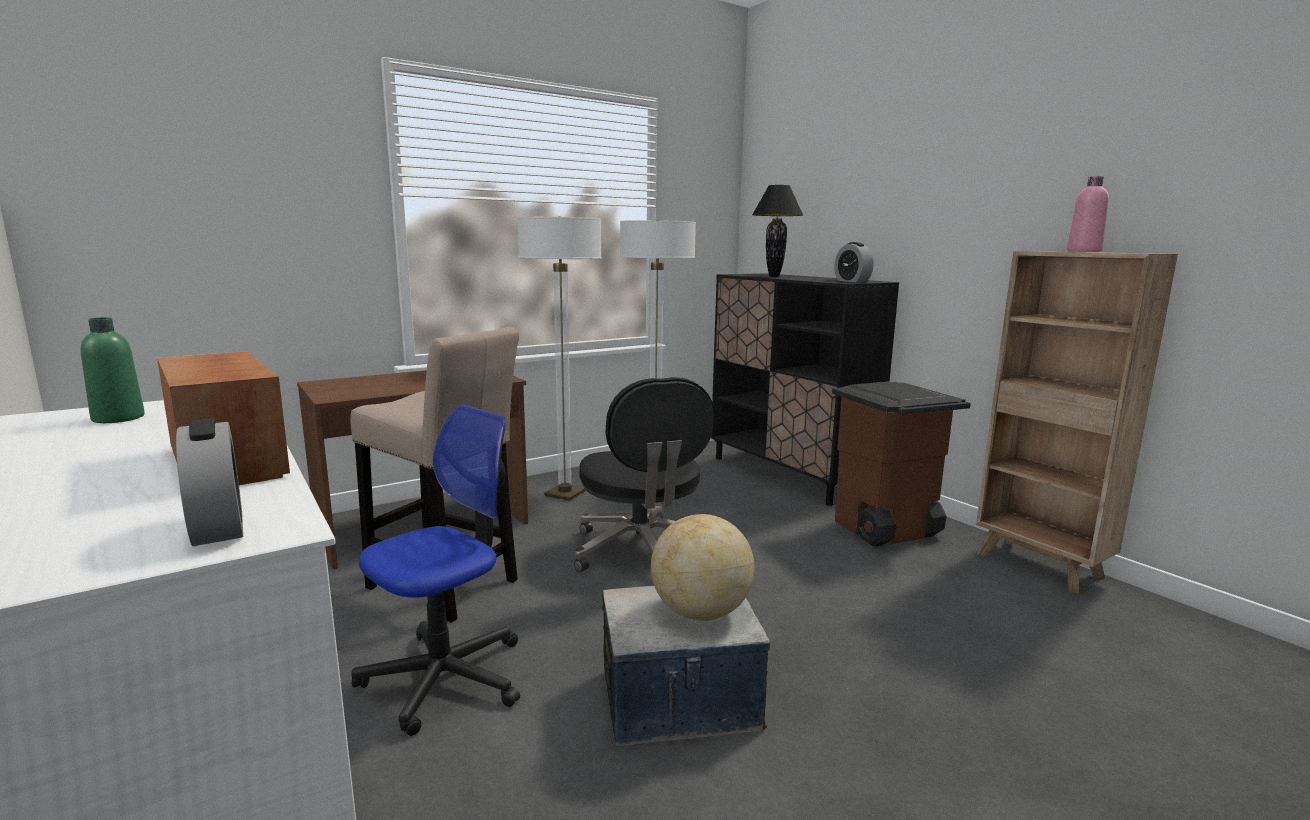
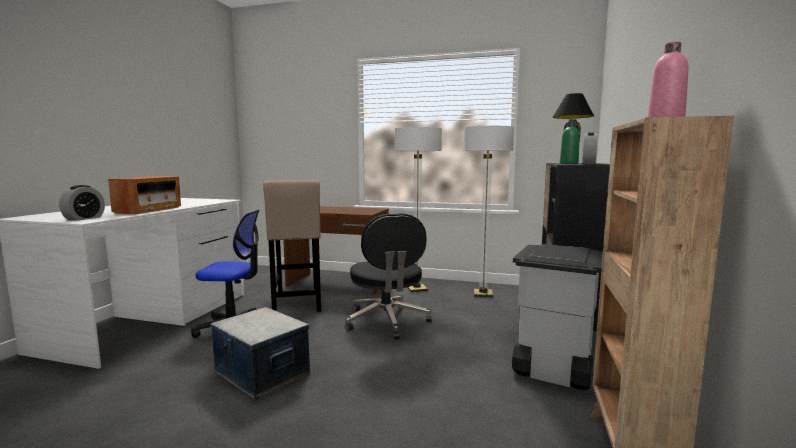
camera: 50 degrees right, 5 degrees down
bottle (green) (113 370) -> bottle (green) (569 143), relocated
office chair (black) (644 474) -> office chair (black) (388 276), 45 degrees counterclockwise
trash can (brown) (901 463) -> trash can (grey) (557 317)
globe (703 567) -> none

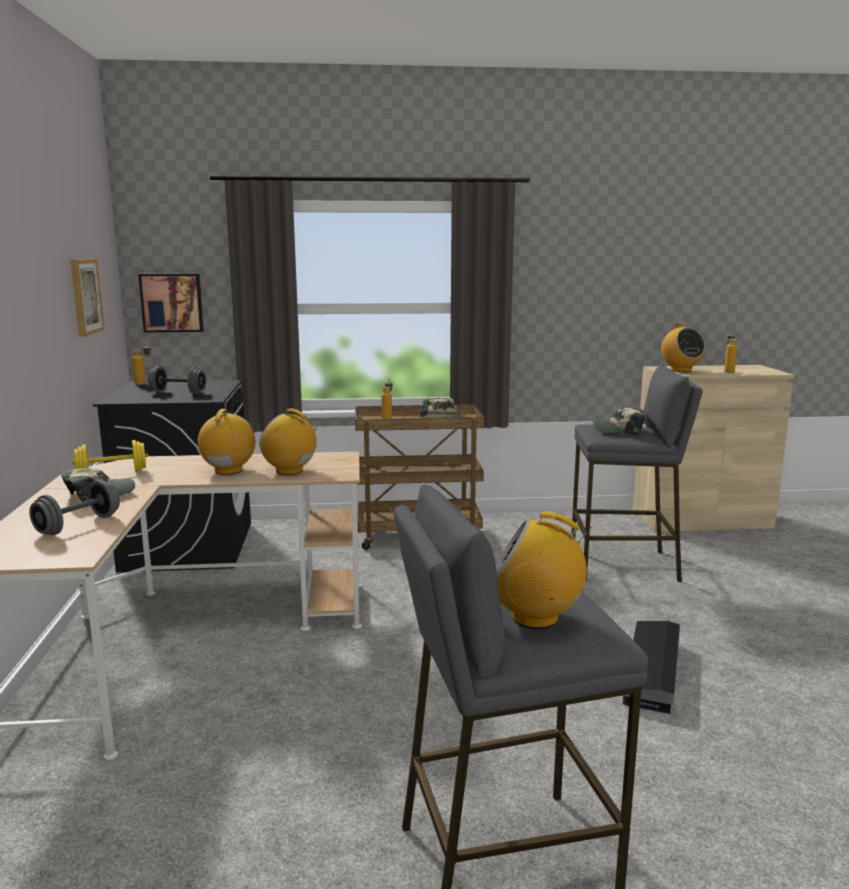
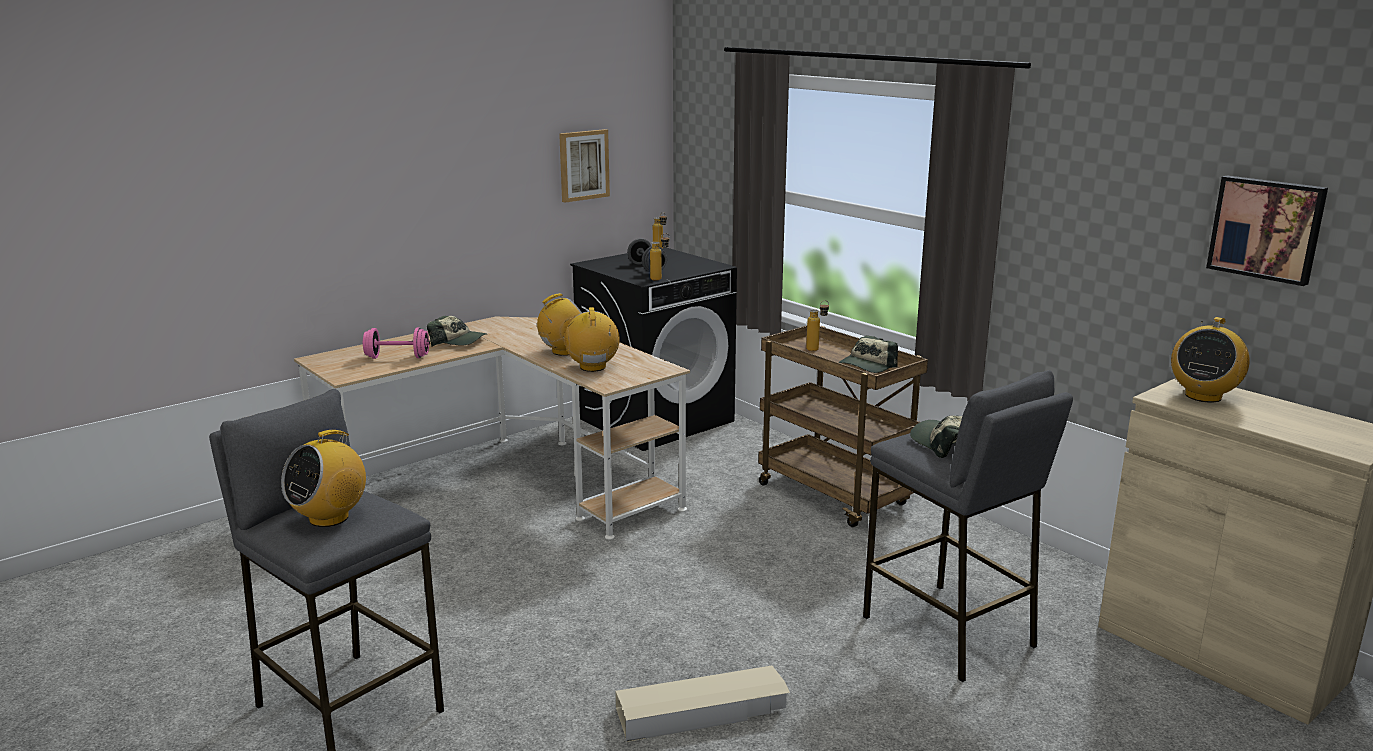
camera: 55 degrees right, 5 degrees up
picture (171 303) -> picture (1267 231), relocated
bottle (730 352) -> bottle (660 257), relocated
dumbbell (yellow) (110 456) -> none
dumbbell (grey) (74 507) -> dumbbell (pink) (396 343)
radio (544 570) -> radio (323 478), 120 degrees counterclockwise
storage box (black) (651 668) -> storage box (beige) (702 703)

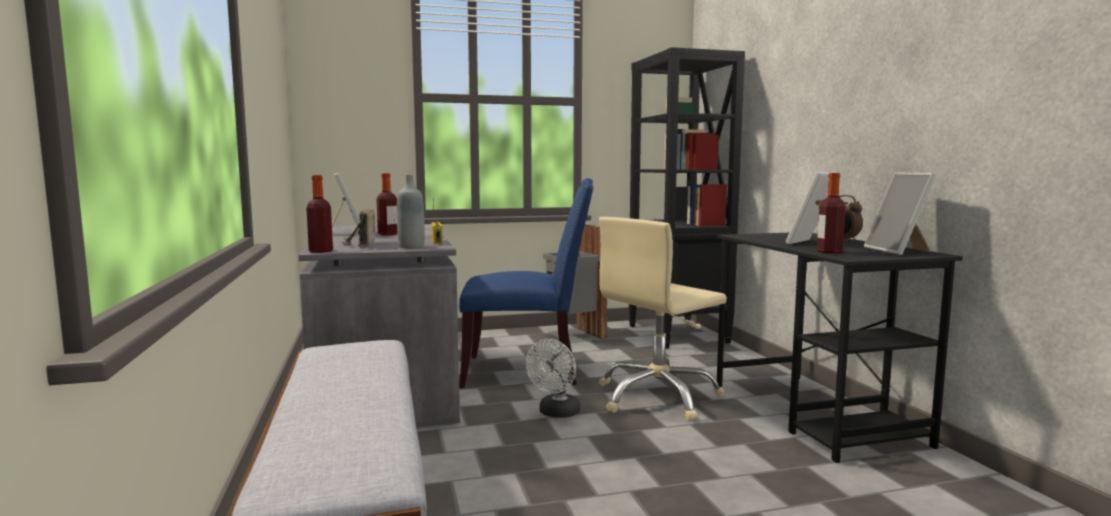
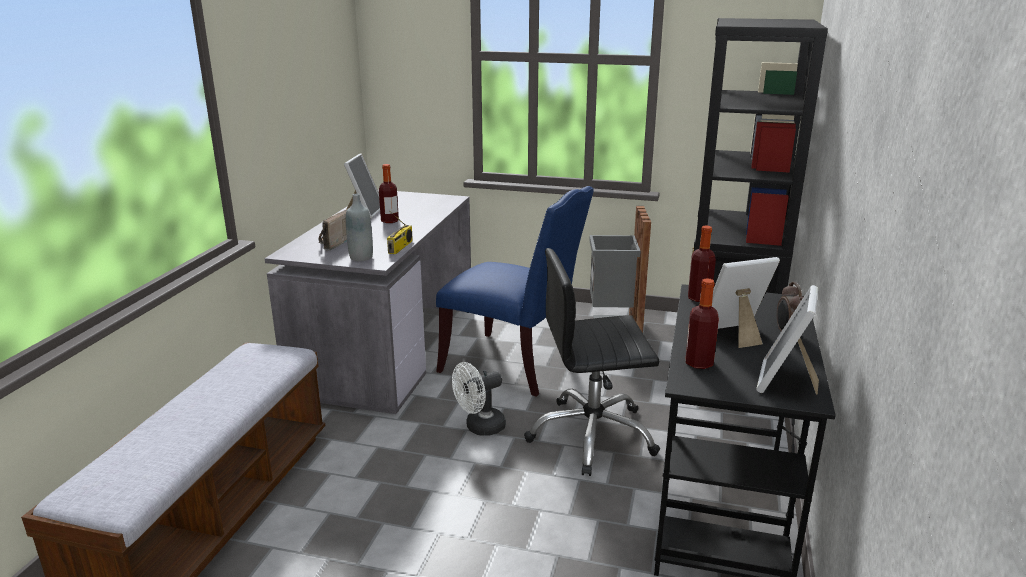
camera: 30 degrees right, 15 degrees up
bottle (319 214) -> bottle (702 264), relocated
office chair (beige) (663 319) -> office chair (black) (592 362)

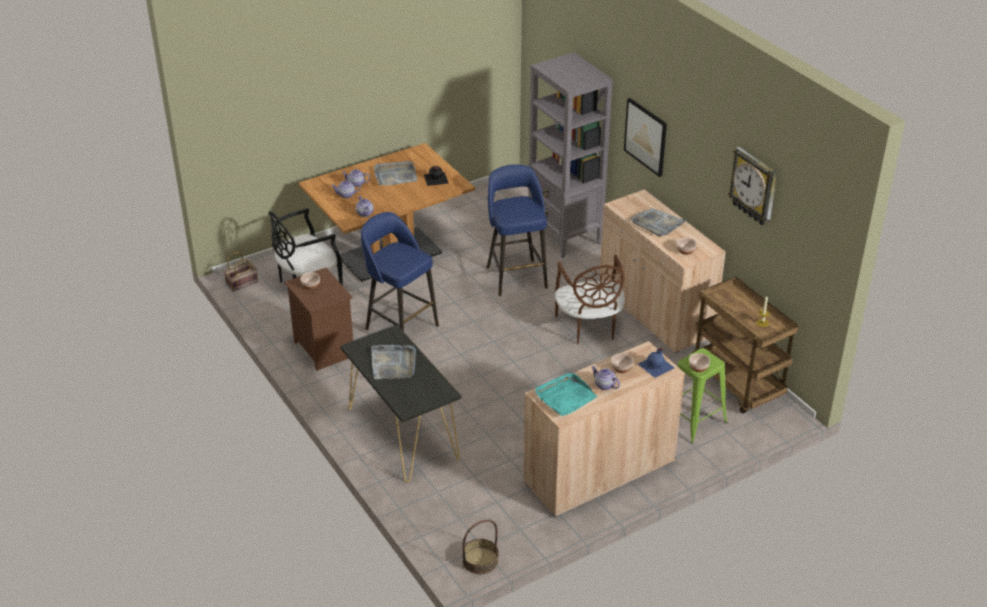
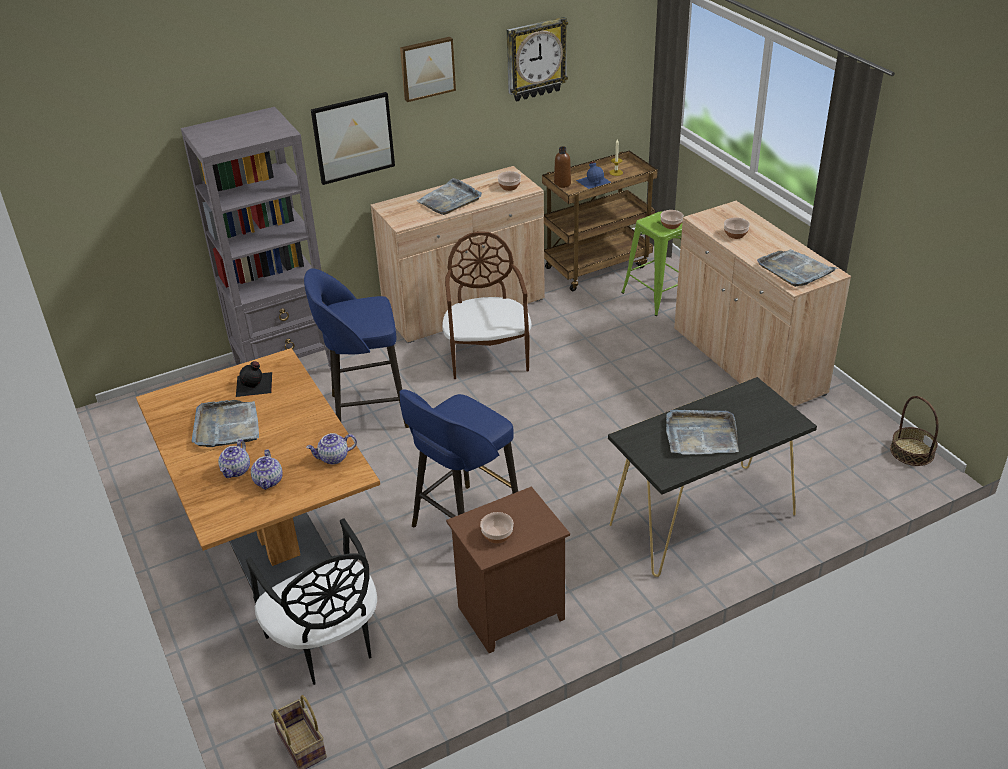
camera: 85 degrees left, 0 degrees up
chair (brown) (590 299) -> chair (brown) (487 305), 90 degrees counterclockwise
bottle (blue) (656 363) -> bottle (blue) (593 175), relocated
teapot (605 378) -> none
tray (turquoise) (566 394) -> tray (grey) (797 268)
none -> picture (428 69)
none -> bottle (brown) (562 167)

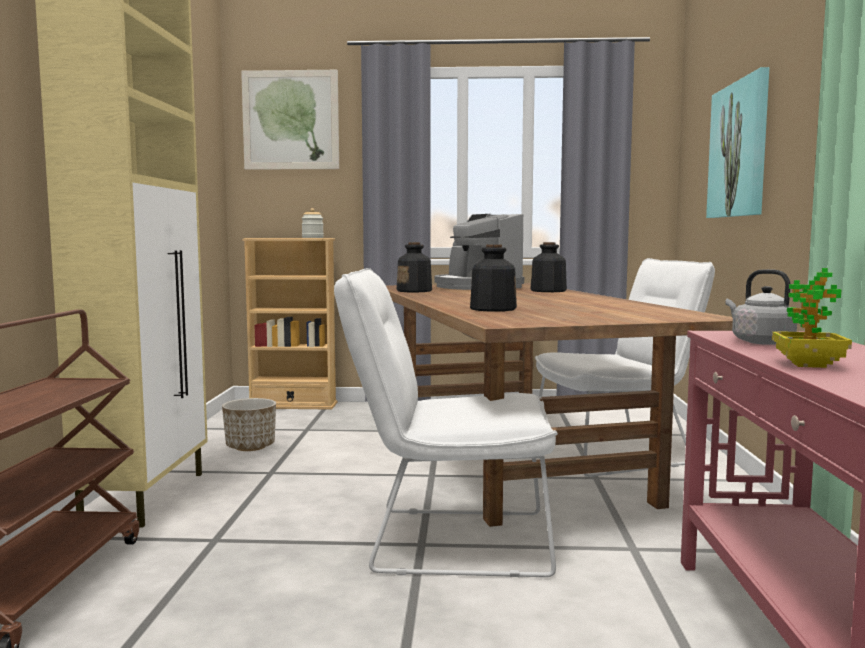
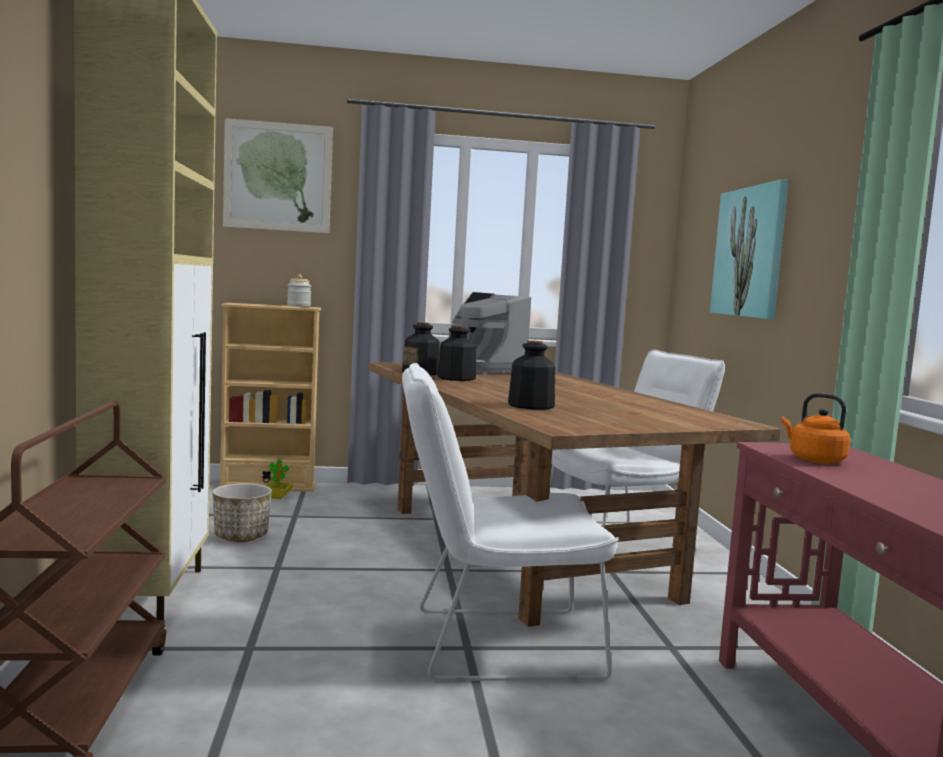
camera: 10 degrees left, 0 degrees up
bottle (548 267) -> bottle (456 353), relocated
potted plant (812 318) -> potted plant (279 479), relocated
kettle (grey) (761 307) -> kettle (orange) (815 428)

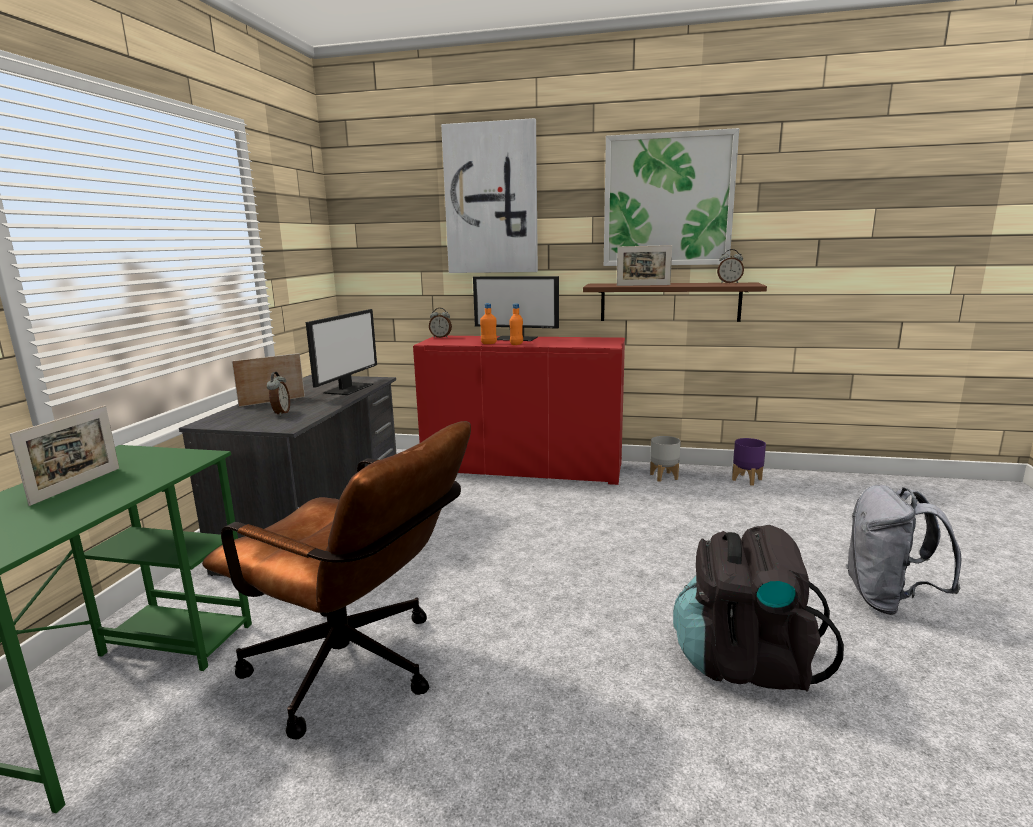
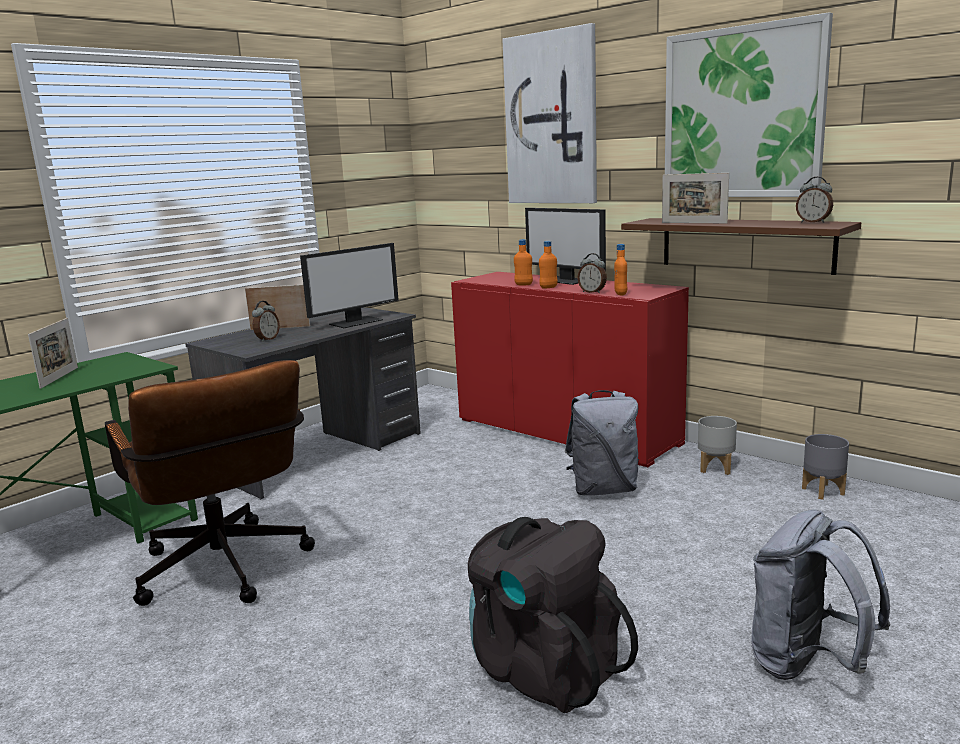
camera: 30 degrees right, 0 degrees up
alarm clock (440 323) -> alarm clock (592 273), relocated
picture frame (64 455) -> picture frame (53 353), 45 degrees counterclockwise
planter (purple) (749 462) -> planter (grey) (825 467)
none -> bottle (orange) (620 269)
none -> backpack (grey) (602 442)

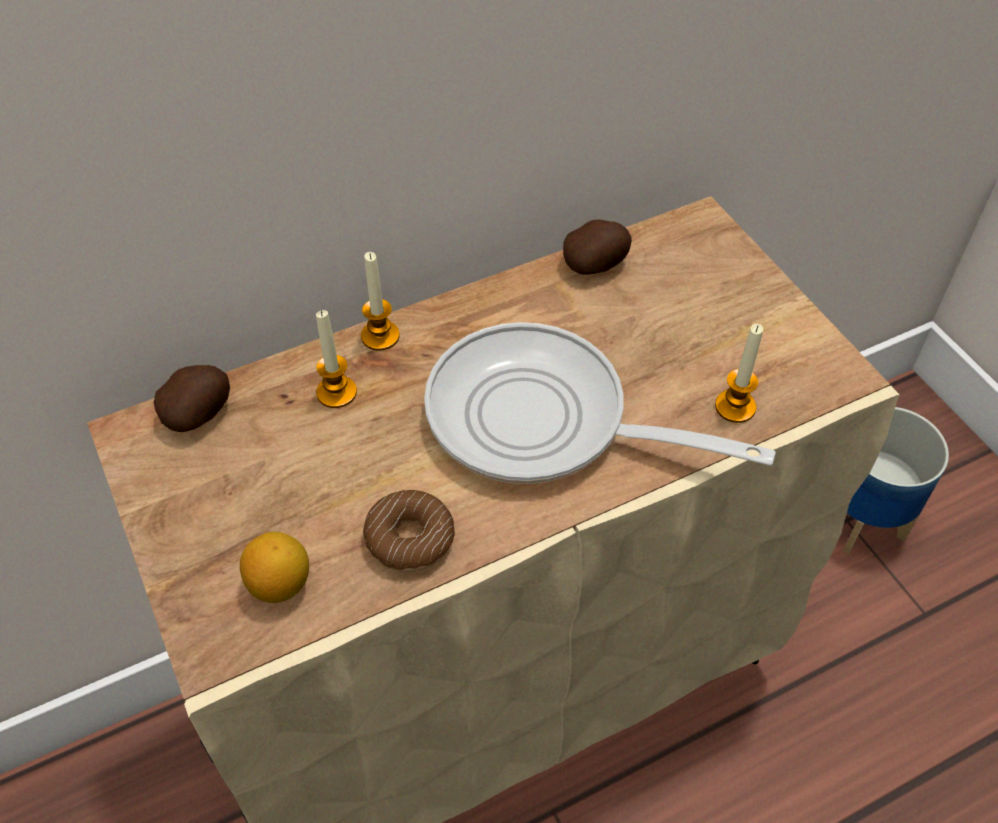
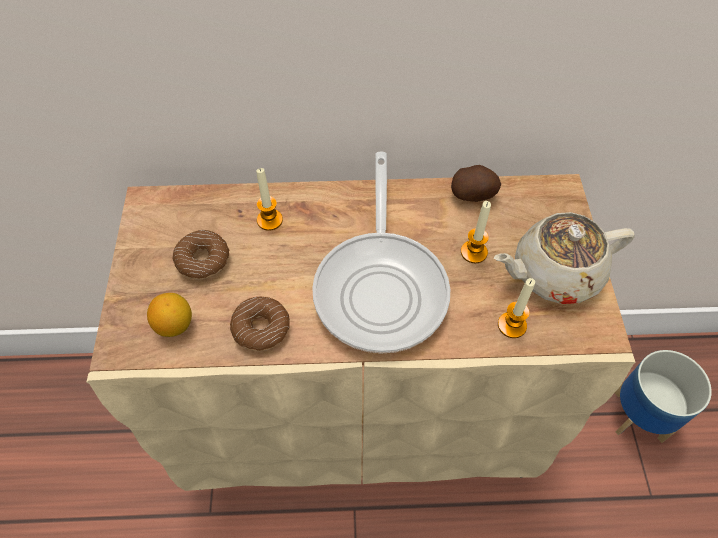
camera: 25 degrees right, 5 degrees up
candle (380 301) -> candle (476 232), relocated
frying pan (600 403) -> frying pan (381 253), 135 degrees counterclockwise
potato (192 398) -> none
none -> teapot (beige) (564 258)
none -> donut (200 255)

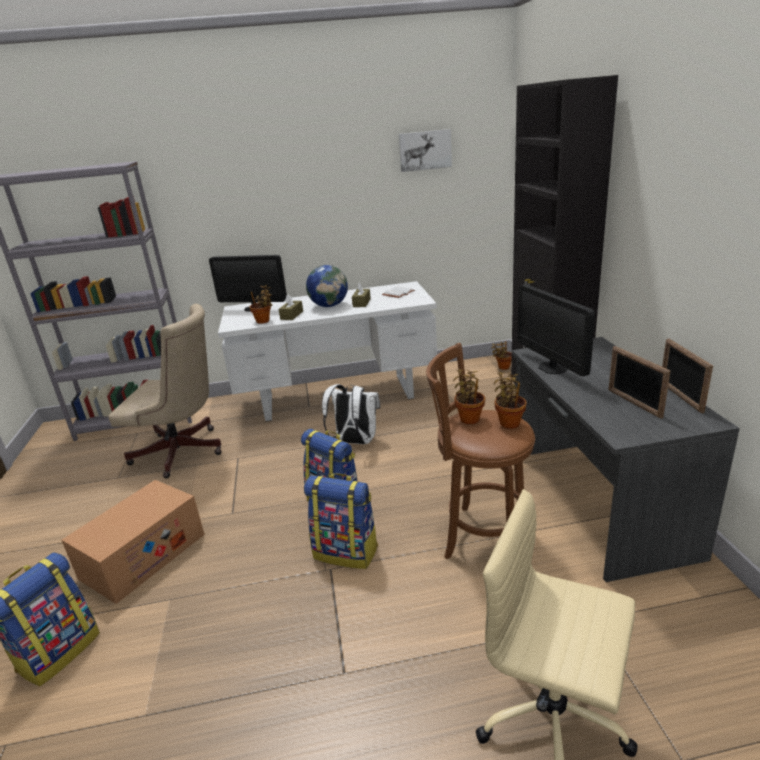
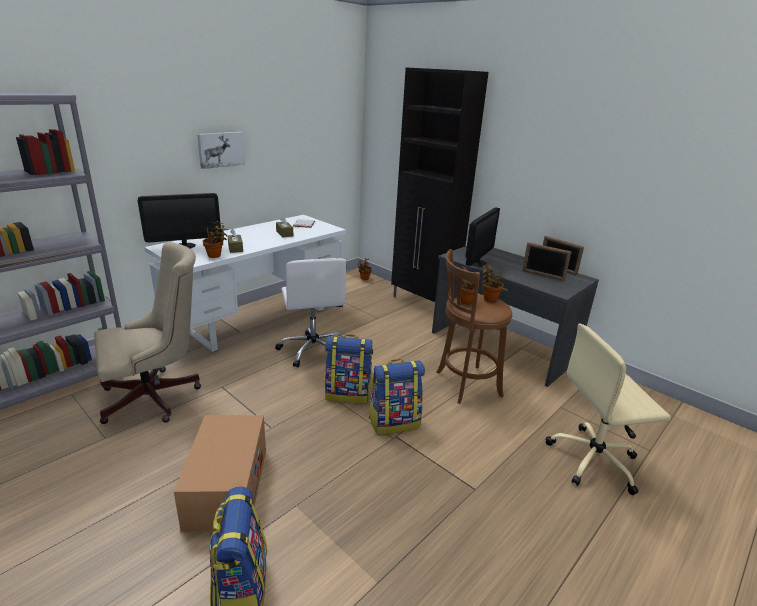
camera: 40 degrees left, 0 degrees up
picture (425 150) -> picture (221 150), relocated
globe (327 286) -> none
monitor (556 330) -> monitor (482 237), 90 degrees counterclockwise
backpack (white) (351 414) -> office chair (white) (310 313)

